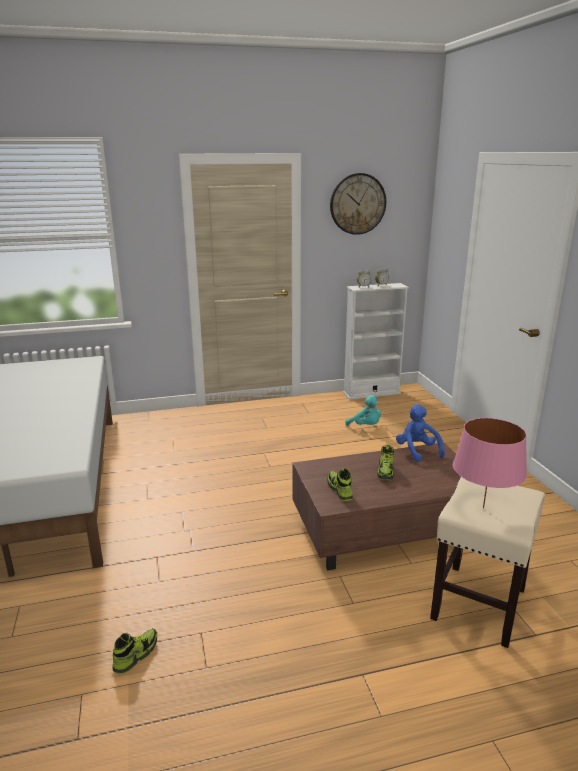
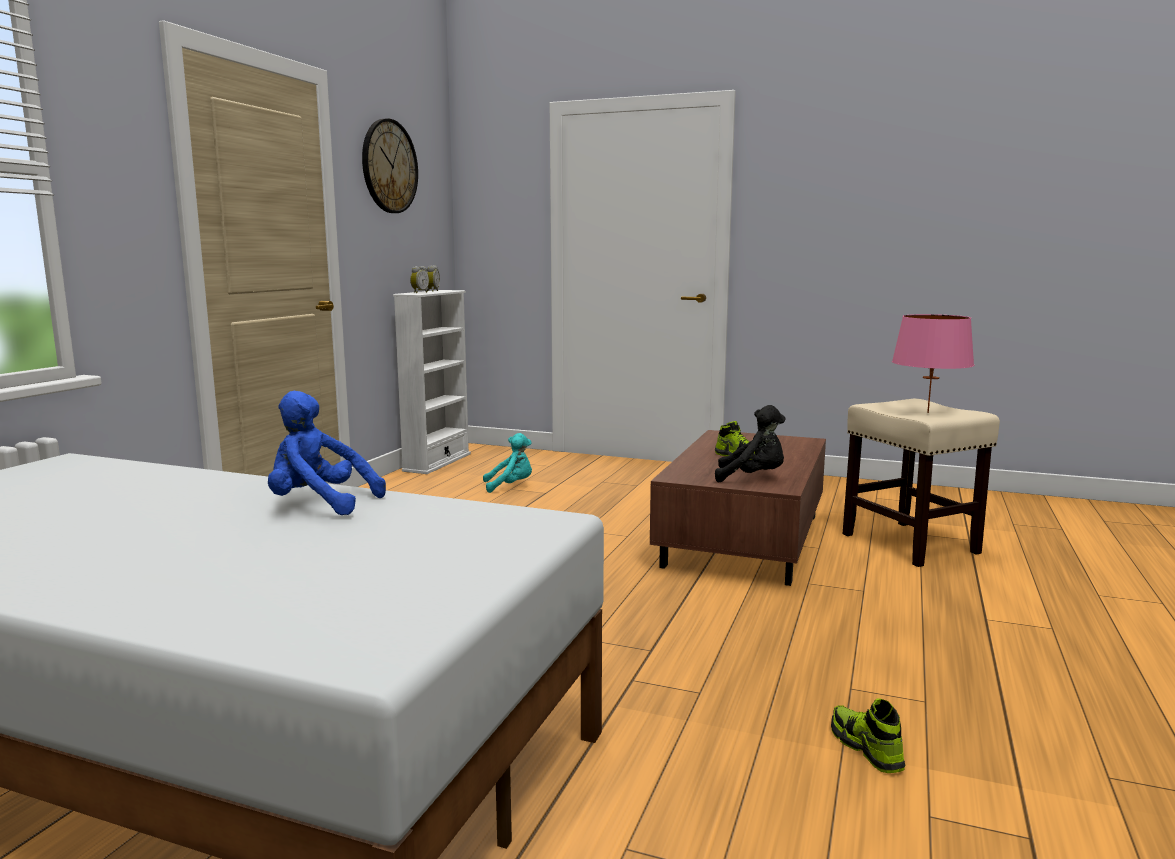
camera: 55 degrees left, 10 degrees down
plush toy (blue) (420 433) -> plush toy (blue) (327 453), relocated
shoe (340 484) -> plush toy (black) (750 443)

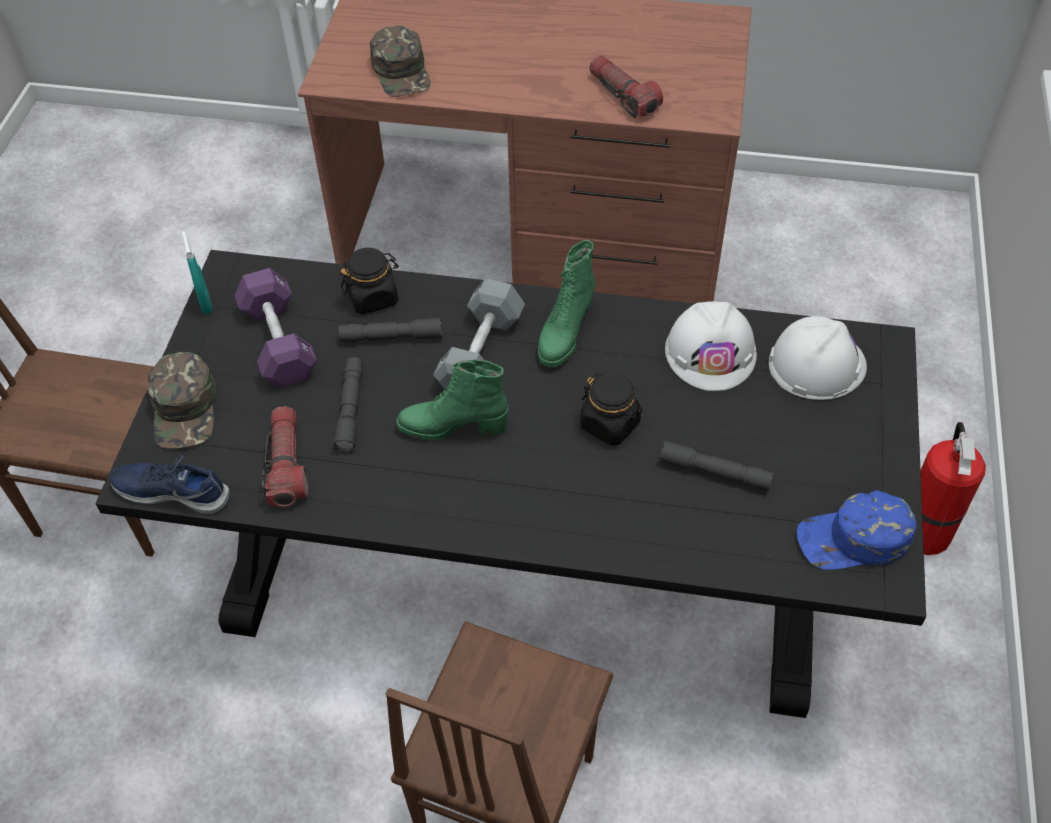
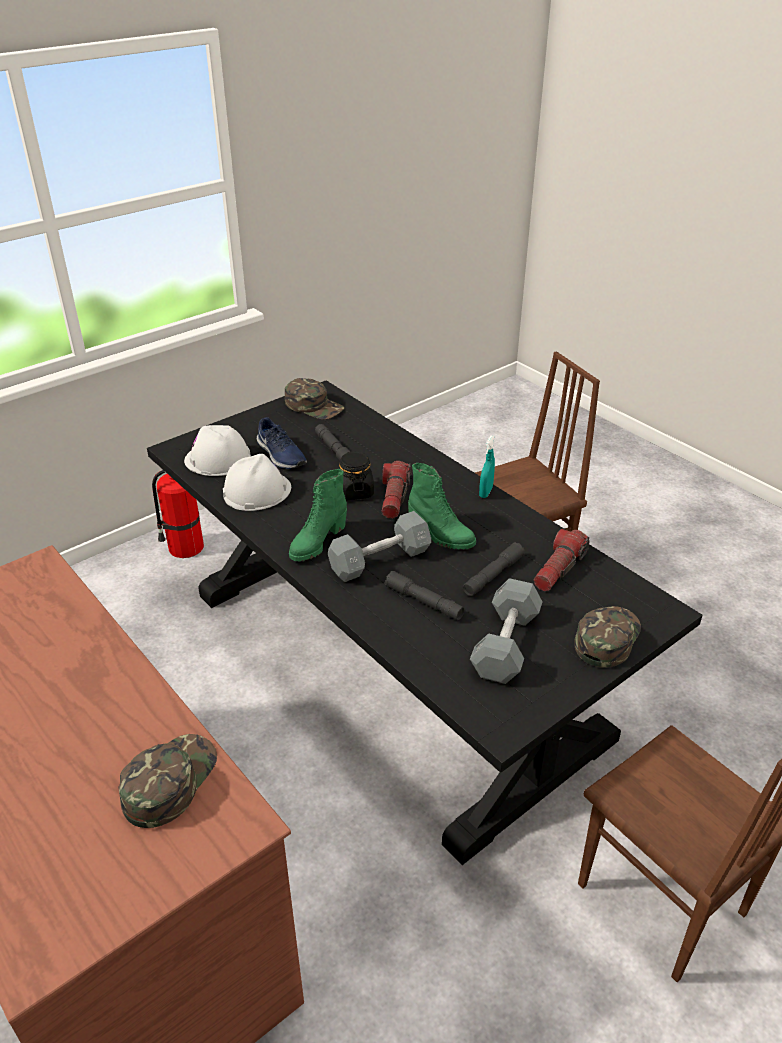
camera: 140 degrees left, 15 degrees down
flashlight (626 86) -> flashlight (396 490), relocated
spray bottle (turquoise) (197 272) -> spray bottle (turquoise) (487 466), relocated
boot (green) (566 304) -> boot (green) (318 515), 150 degrees clockwise
jar (black) (369 281) -> none
dumbbell (purple) (275 328) -> dumbbell (grey) (506 631)
shoe (blue) (169 483) -> shoe (blue) (282 443), relocated
cap (blue) (856 530) -> cap (green) (314 399)

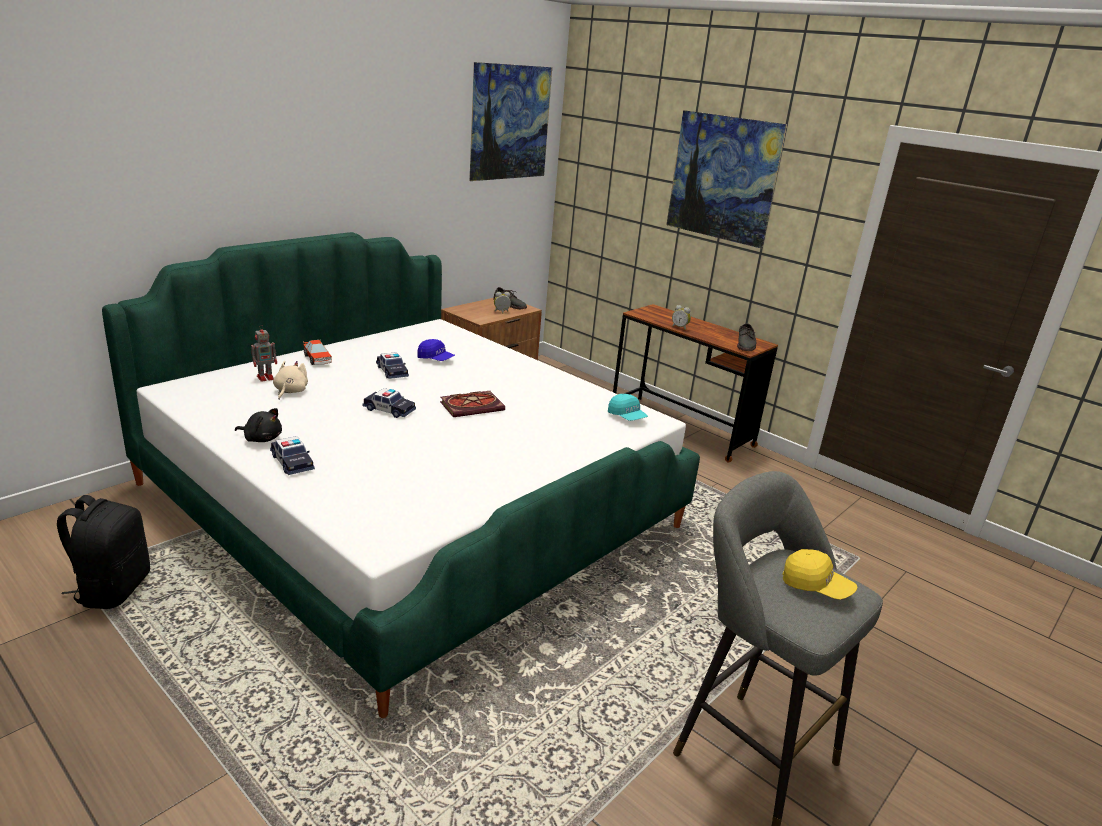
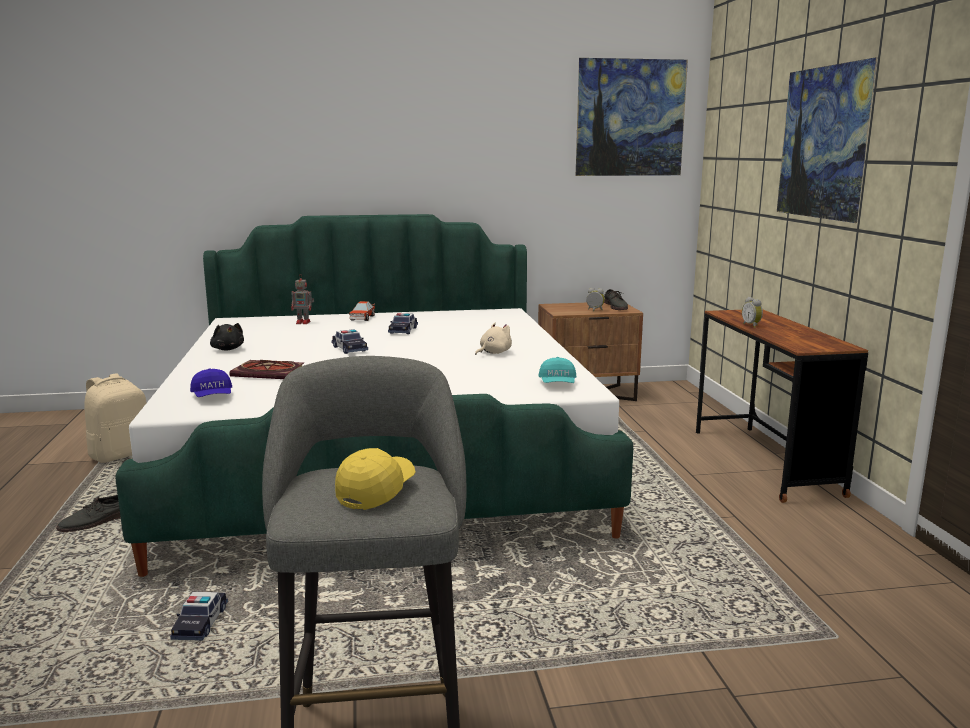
camera: 40 degrees right, 10 degrees down
shoe (grey) (746 337) -> shoe (grey) (88 513), relocated
cap (blue) (436 350) -> cap (blue) (211 382), relocated
plush toy (beige) (290 380) -> plush toy (beige) (493 339), relocated
book (472 404) -> book (266 369), relocated
toy car (292 455) -> toy car (199 616), relocated
backpack (black) (103 552) -> backpack (beige) (115 418)
cap (yellow) (819 574) -> cap (yellow) (375 479), 135 degrees counterclockwise

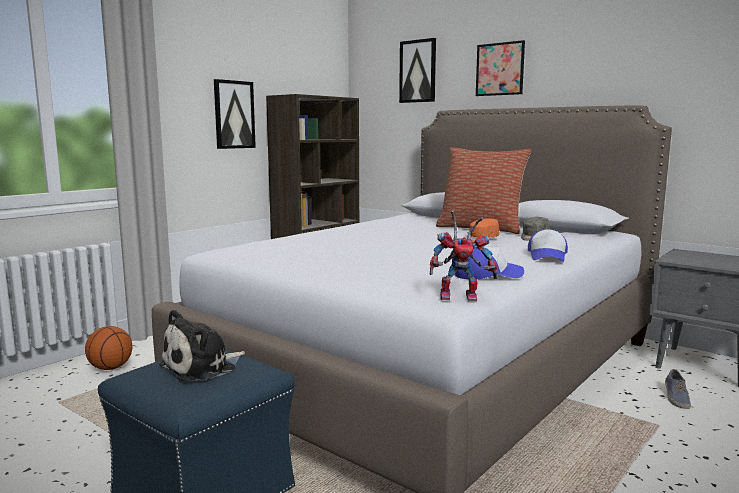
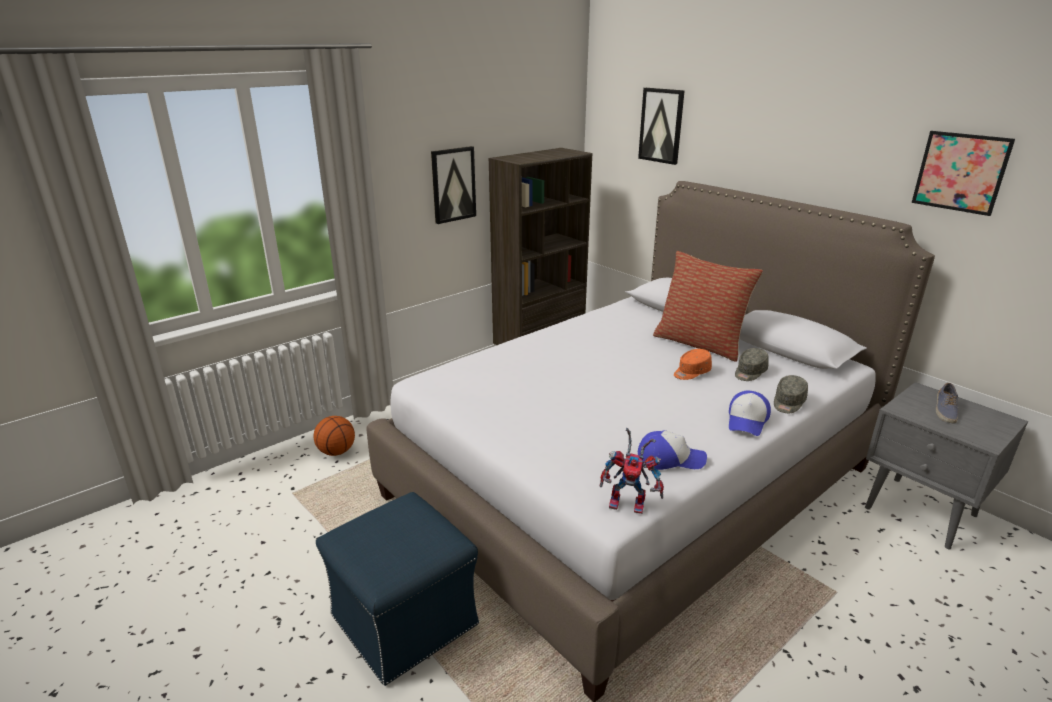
camera: 10 degrees right, 15 degrees up
picture (500 68) -> picture (963 173), relocated
plush toy (202 345) -> none
shoe (678 389) -> shoe (947 403), relocated
none -> cap (grey) (791 394)

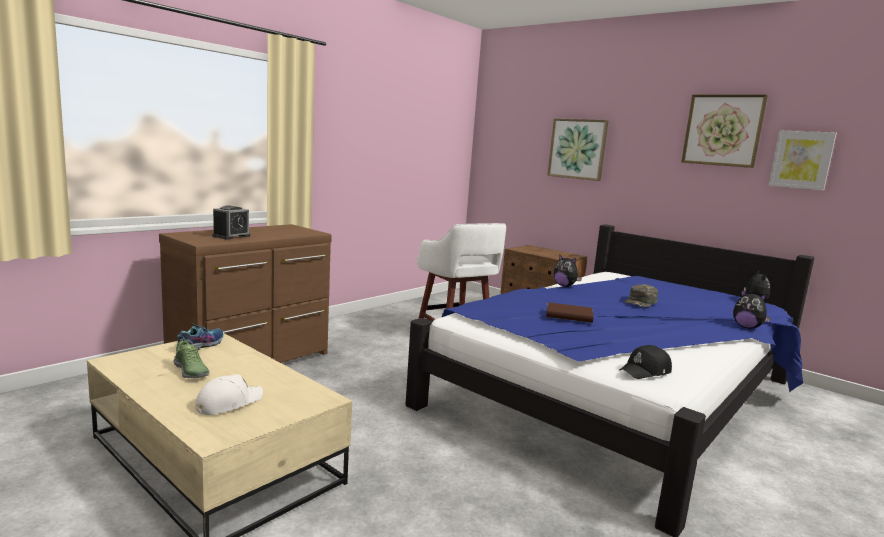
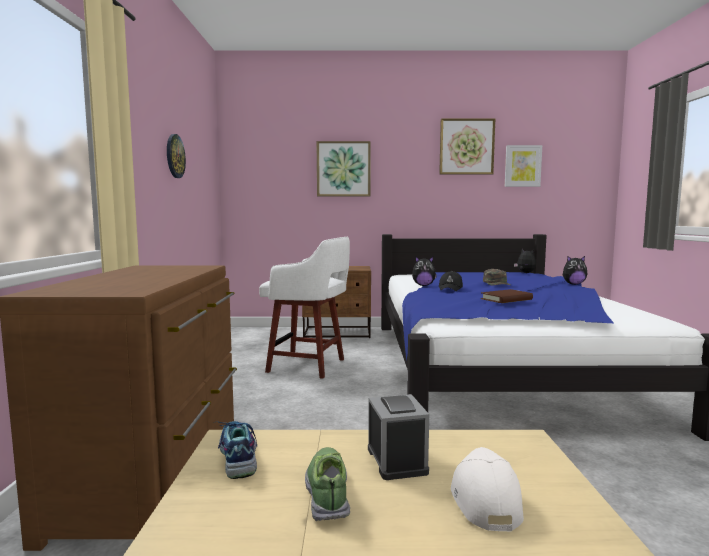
camera: 40 degrees left, 5 degrees down
alarm clock (231 222) -> alarm clock (398 437), relocated
shoe (191 358) -> shoe (328 484), 105 degrees counterclockwise
cap (black) (645 362) -> cap (black) (451 281), relocated
none -> wall clock (176 156)

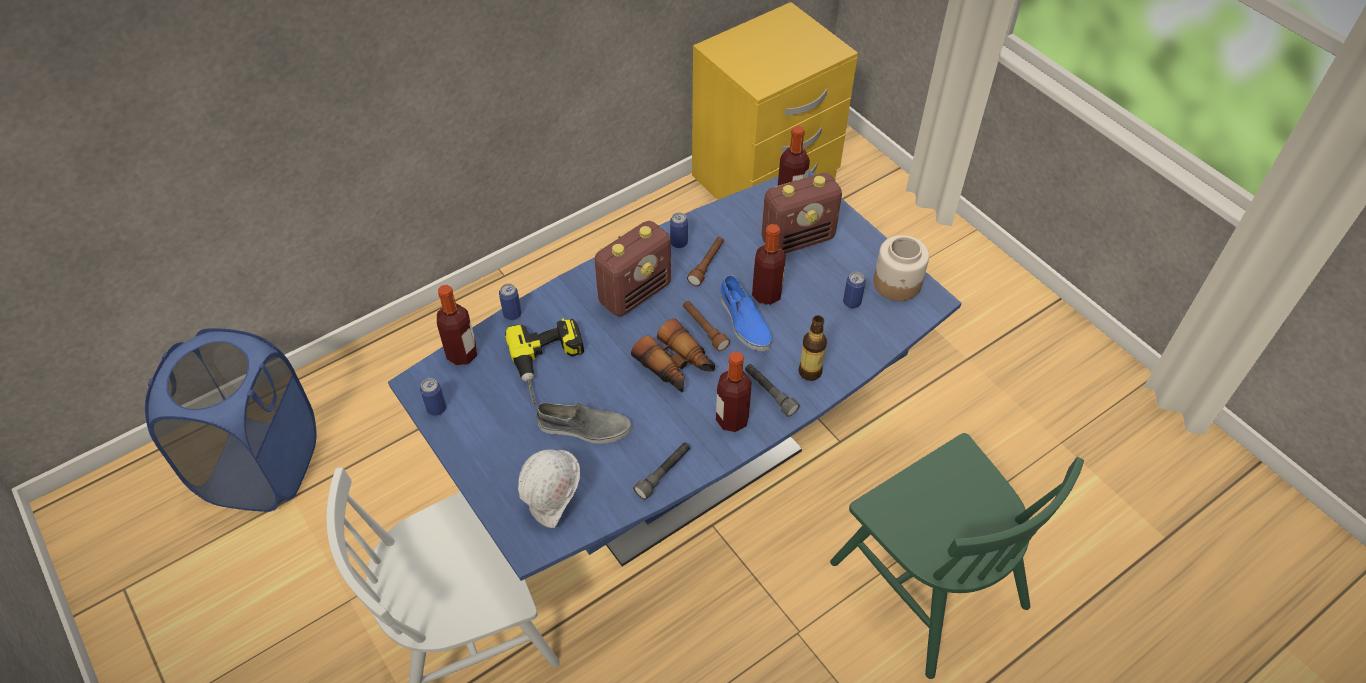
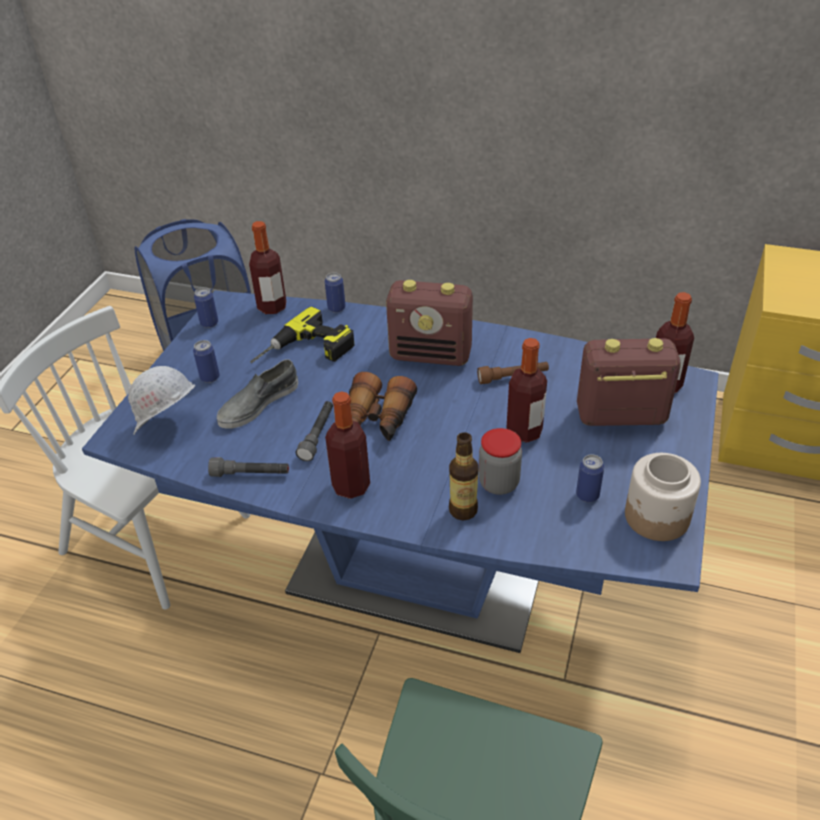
camera: 55 degrees right, 10 degrees down
radio (801 213) -> radio (629 382), 150 degrees clockwise
can (679 230) -> can (206 361), relocated
shoe (blue) (746 313) -> none
flashlight (brown) (706 326) -> none
flashlight (grey) (772 390) -> flashlight (grey) (314 431), relocated
shoe (grey) (583 423) -> shoe (grey) (257 394), 75 degrees clockwise
none -> jar (500 461)

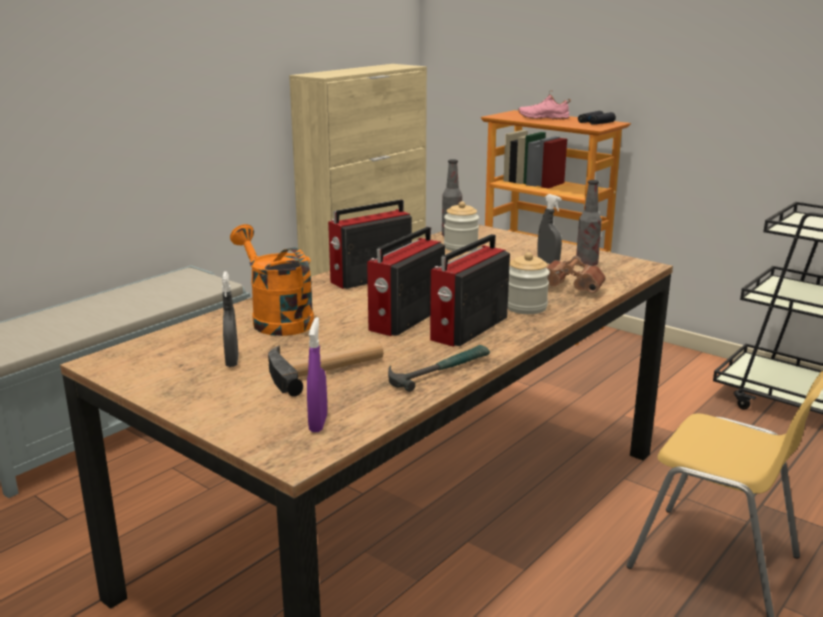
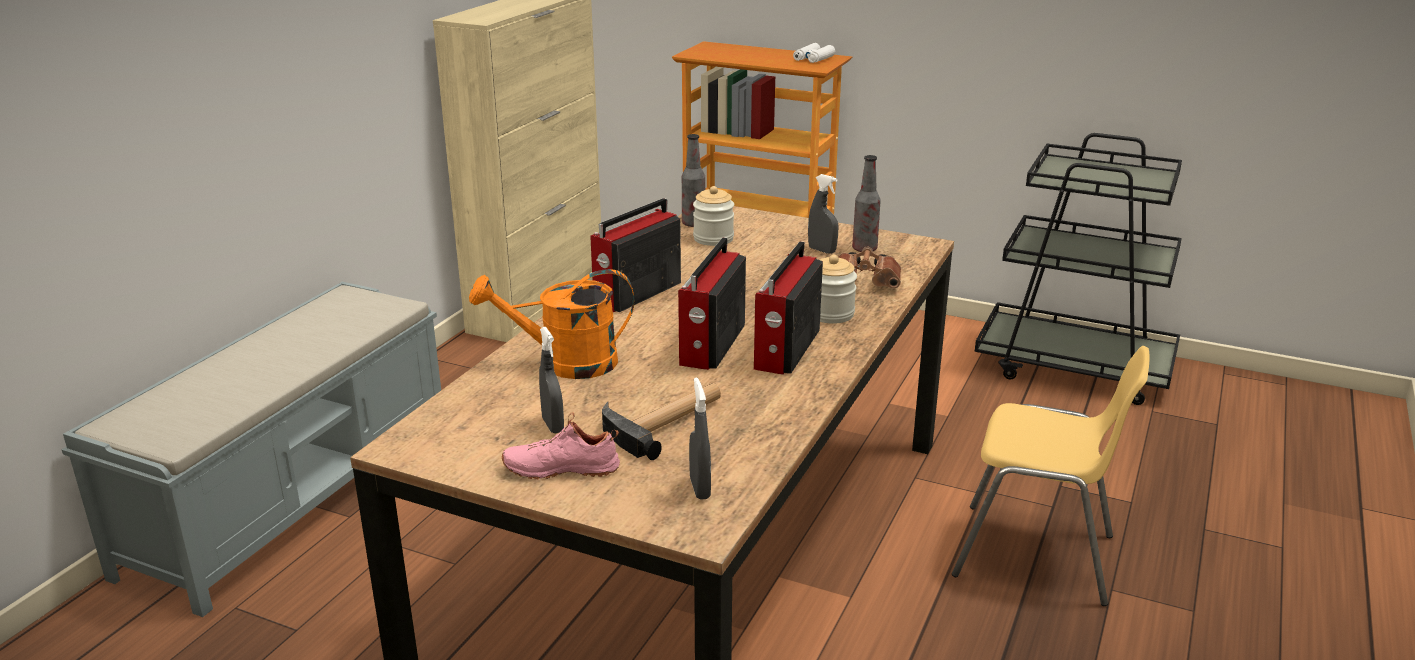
camera: 15 degrees left, 5 degrees up
shoe (pink) (544 106) -> shoe (pink) (561 445), relocated
binoculars (black) (597 118) -> binoculars (white) (814 53)
watering can (orange) (272 280) -> watering can (orange) (551 324), 45 degrees counterclockwise
spray bottle (purple) (317 374) -> spray bottle (grey) (700 438)
hammer (439 368) -> none

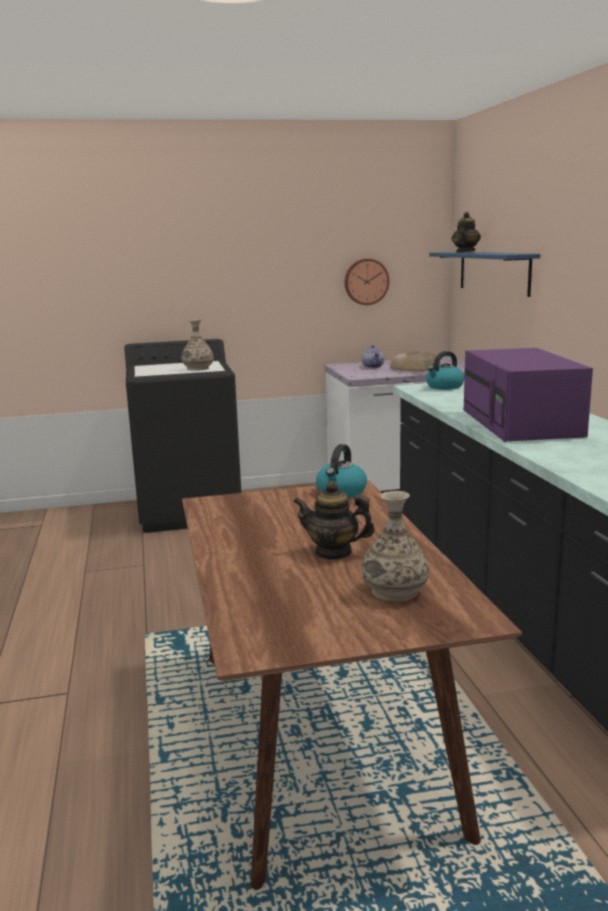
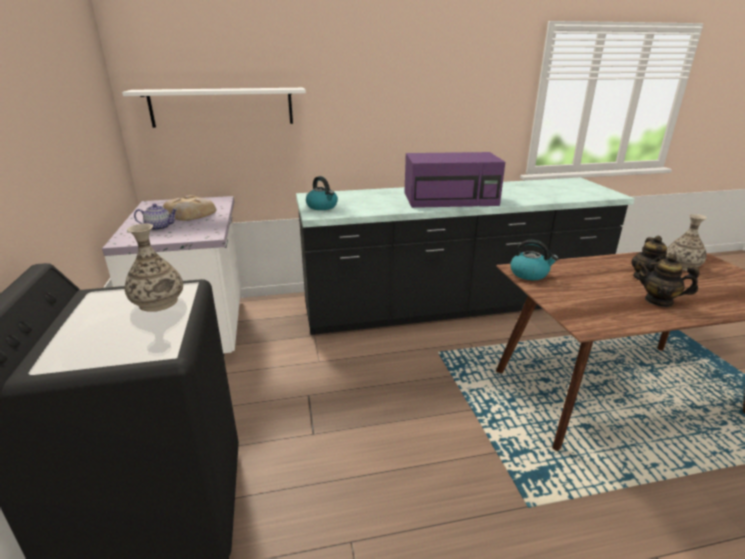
camera: 90 degrees left, 10 degrees up
teapot (466 232) -> teapot (668 280), relocated
shelf (blue) (485 274) -> shelf (white) (214 108)
wall clock (366 282) -> none

